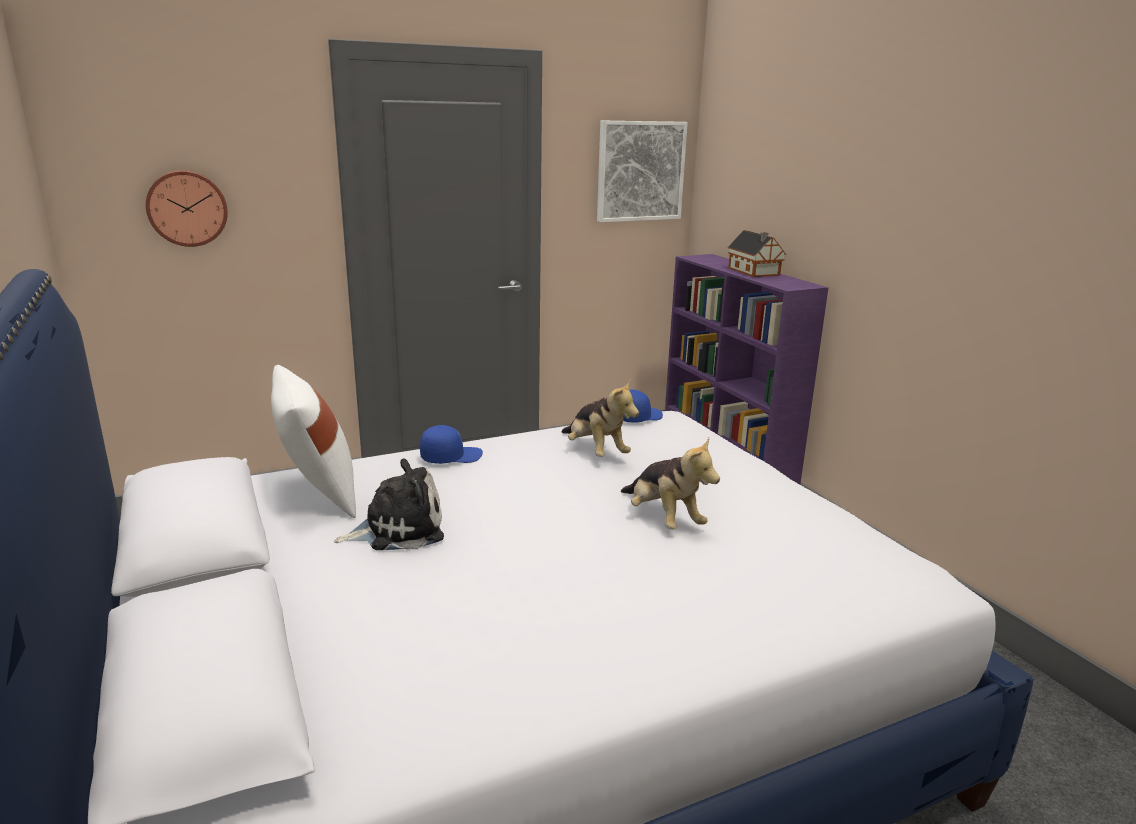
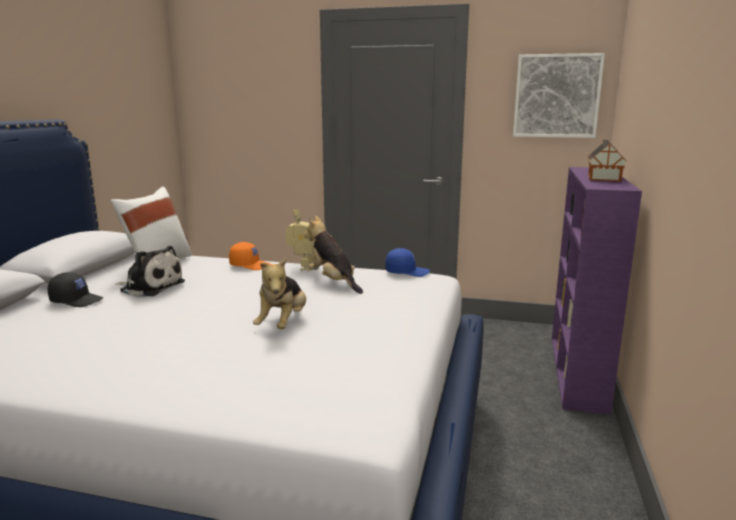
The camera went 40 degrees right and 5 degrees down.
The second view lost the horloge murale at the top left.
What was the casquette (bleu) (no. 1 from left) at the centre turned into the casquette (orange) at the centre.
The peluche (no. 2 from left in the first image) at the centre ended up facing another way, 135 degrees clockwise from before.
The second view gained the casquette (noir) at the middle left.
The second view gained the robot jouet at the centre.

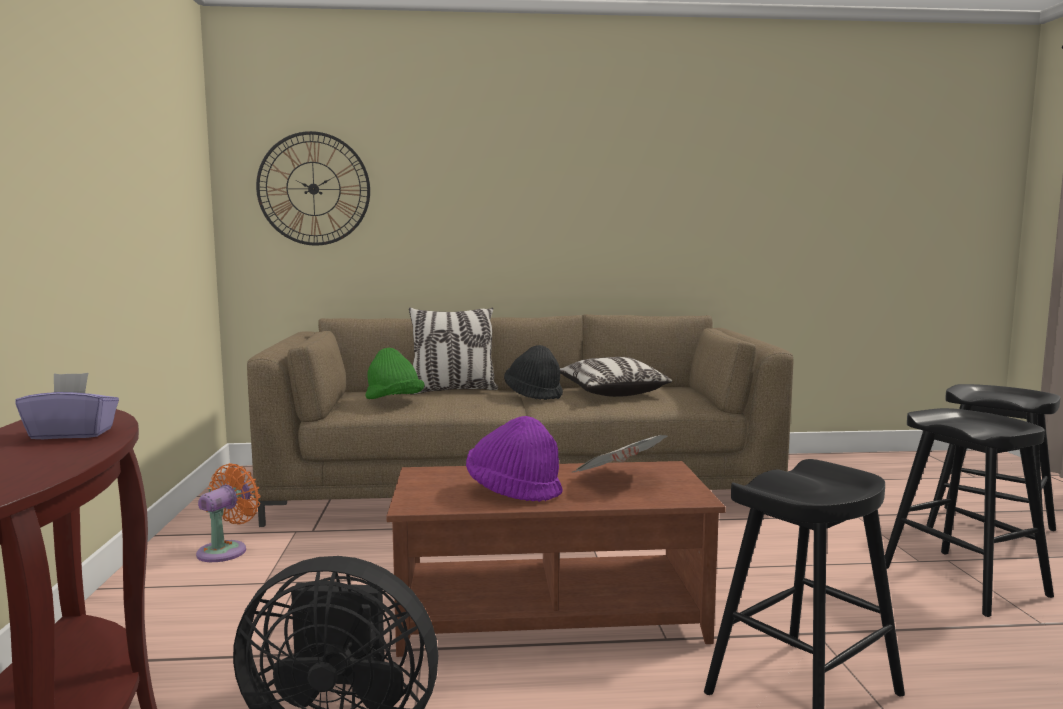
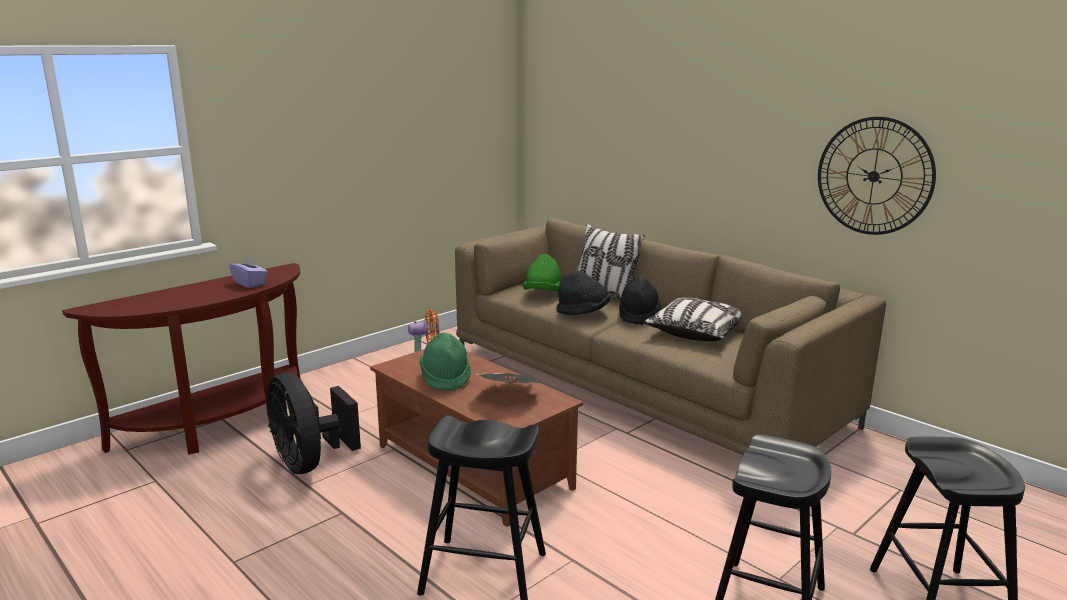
The camera went 50 degrees right and 10 degrees up.
The horloge murale ended up elsewhere, having gone from the top left to the top right.
What was the chapeau (violet) at the centre turned into the chapeau (vert) (no. 1 from left) at the centre.
The second view gained the chapeau (noir) (no. 1 from left) at the centre.

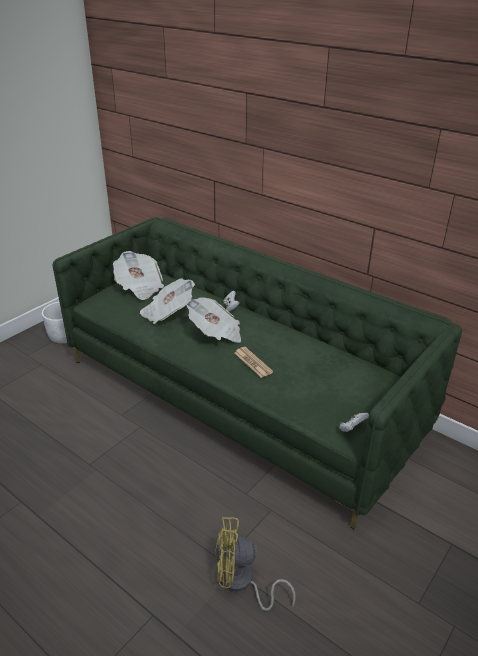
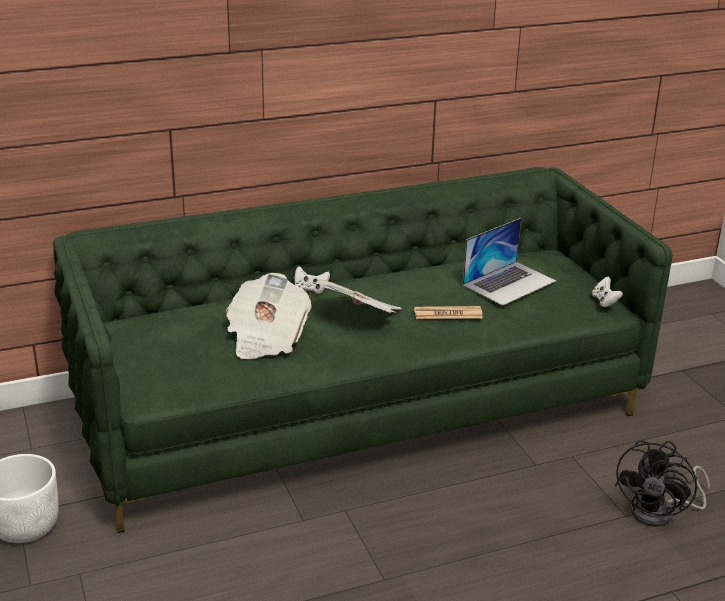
The camera went 60 degrees left and 5 degrees down.
The second view lost the journal (no. 1 from left) at the middle left.
What was the ventilateur (jaune) at the bottom centre turned into the ventilateur (noir) at the bottom right.
The second view gained the ordinateur portable at the middle right.

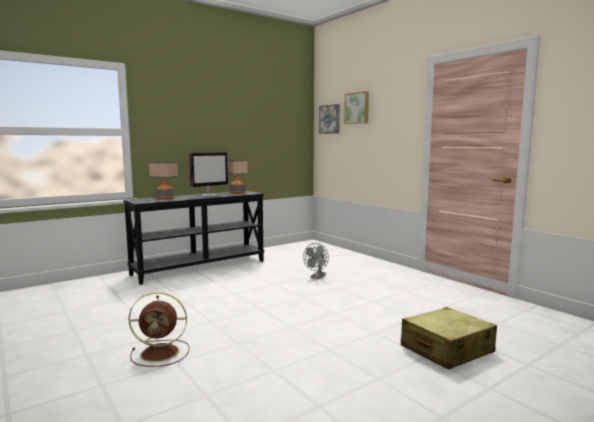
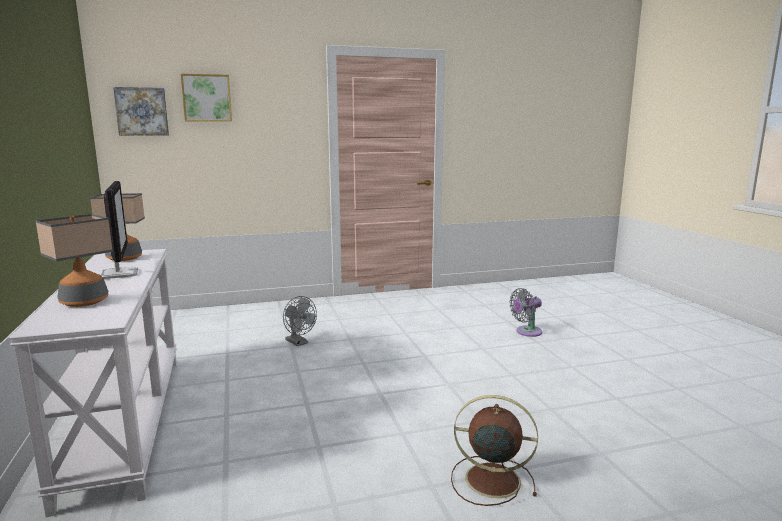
The camera went 70 degrees left and 5 degrees up.
What was the table console (noir) at the middle left turned into the table console (blanc) at the bottom left.
The ventilateur (marron) at the bottom left ended up facing another way, 90 degrees counterclockwise from before.
Where the valise (beige) stood at the bottom right, the ventilateur (gris) (no. 2 from left) came to stand at the middle right.

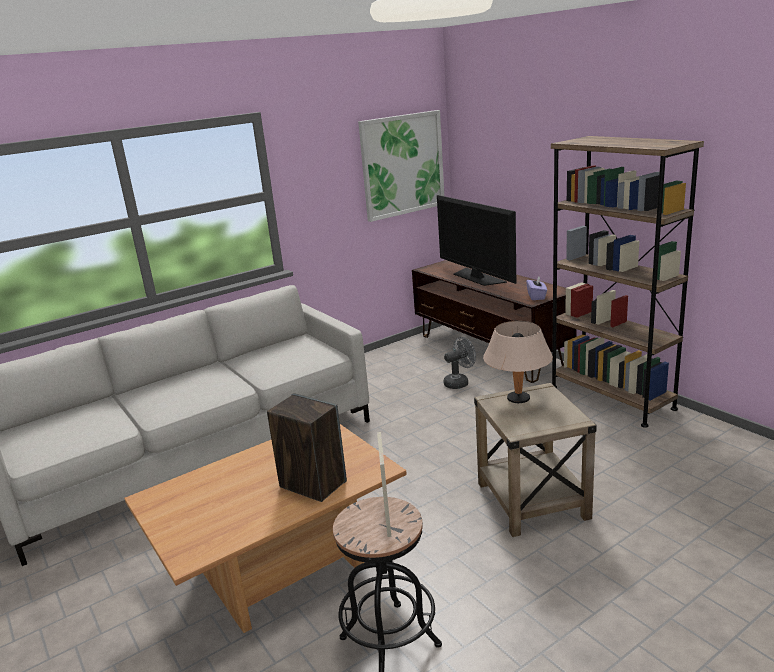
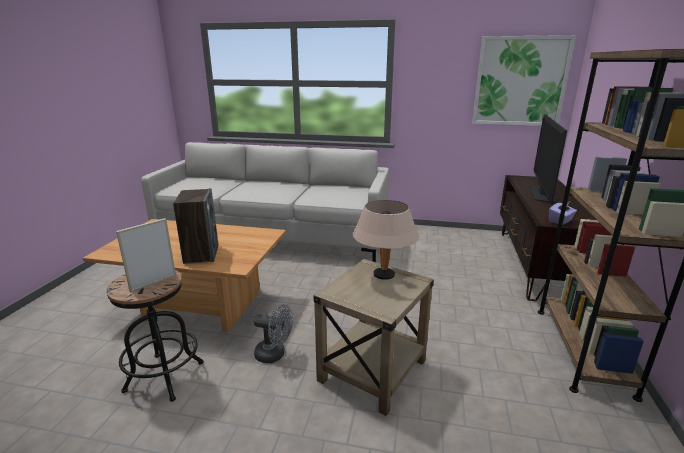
The camera went 45 degrees right and 0 degrees up.
The ventilateur (gris) ended up elsewhere, having gone from the centre to the bottom centre.

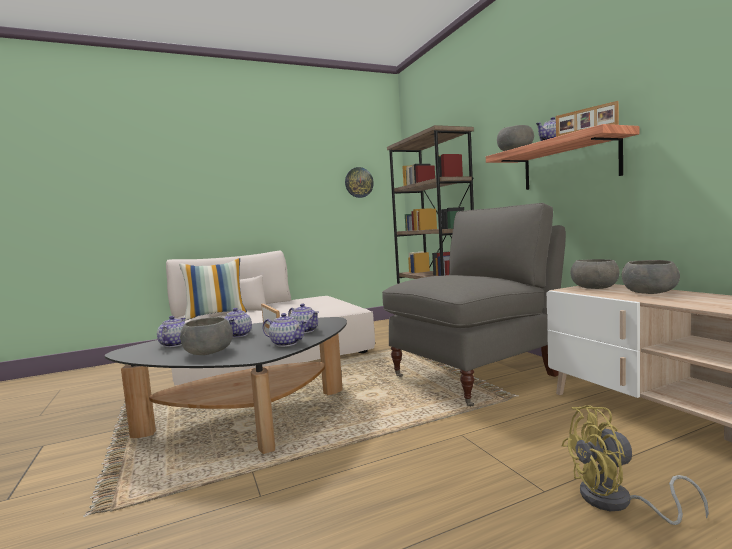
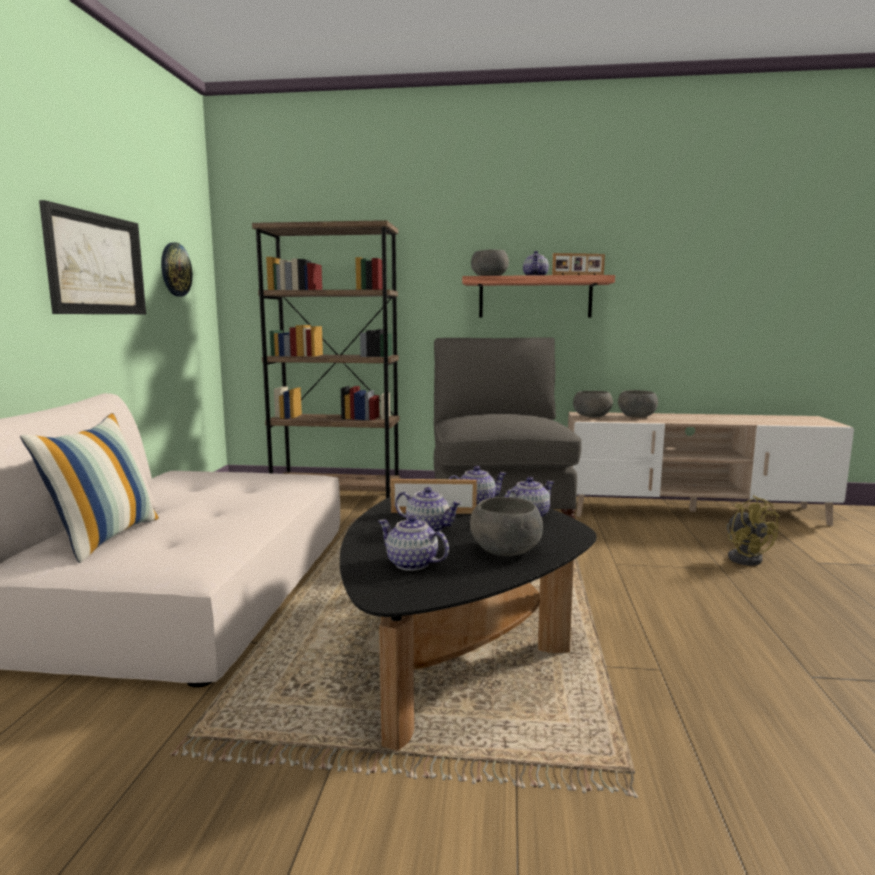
The camera went 60 degrees left and 5 degrees up.
The ventilateur (jaune) at the bottom right ended up facing another way, 45 degrees counterclockwise from before.
The second view gained the tableau at the top left.

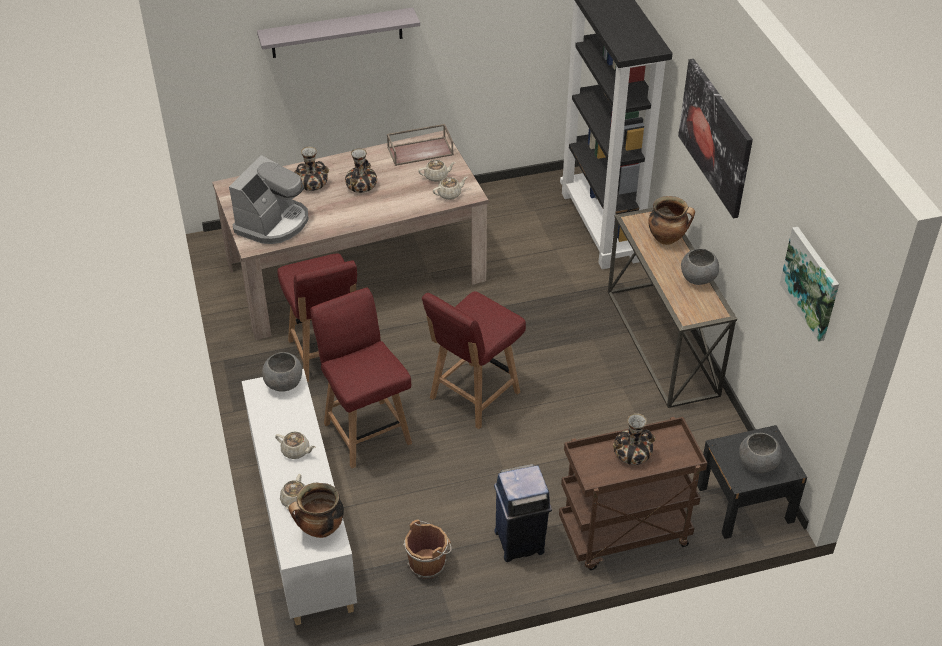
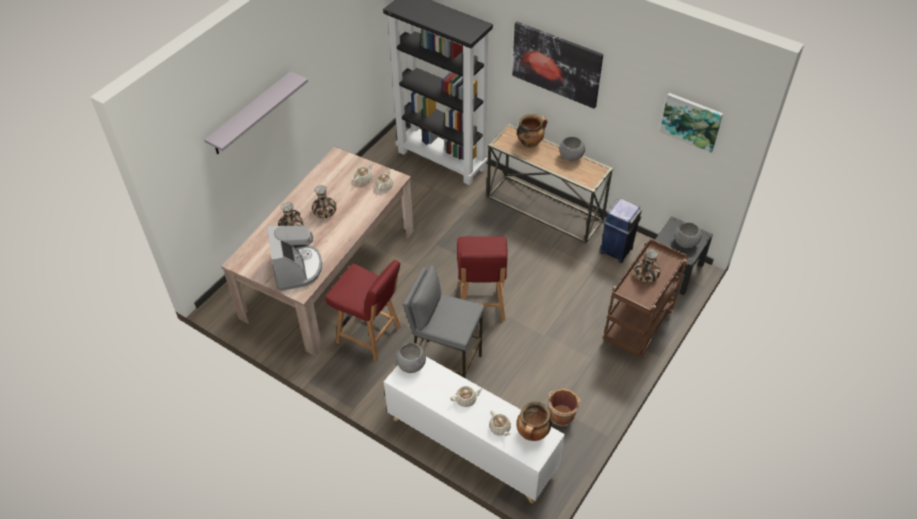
The camera went 40 degrees left and 5 degrees up.
Where the chaise (rouge) (no. 2 from left) stood at the centre, the tabouret (gris) came to stand at the centre.
The second view lost the plateau (marron) at the top centre.
The poubelle (bleu) ended up elsewhere, having gone from the bottom centre to the middle right.

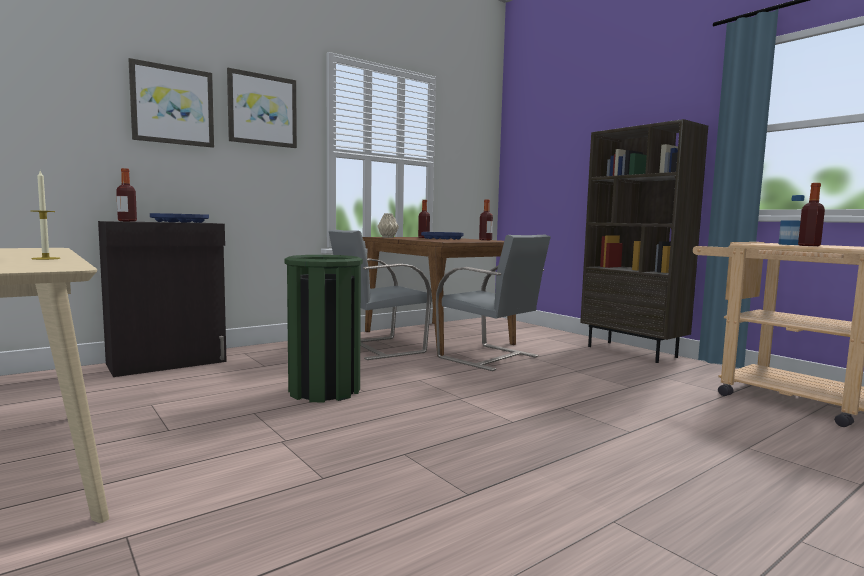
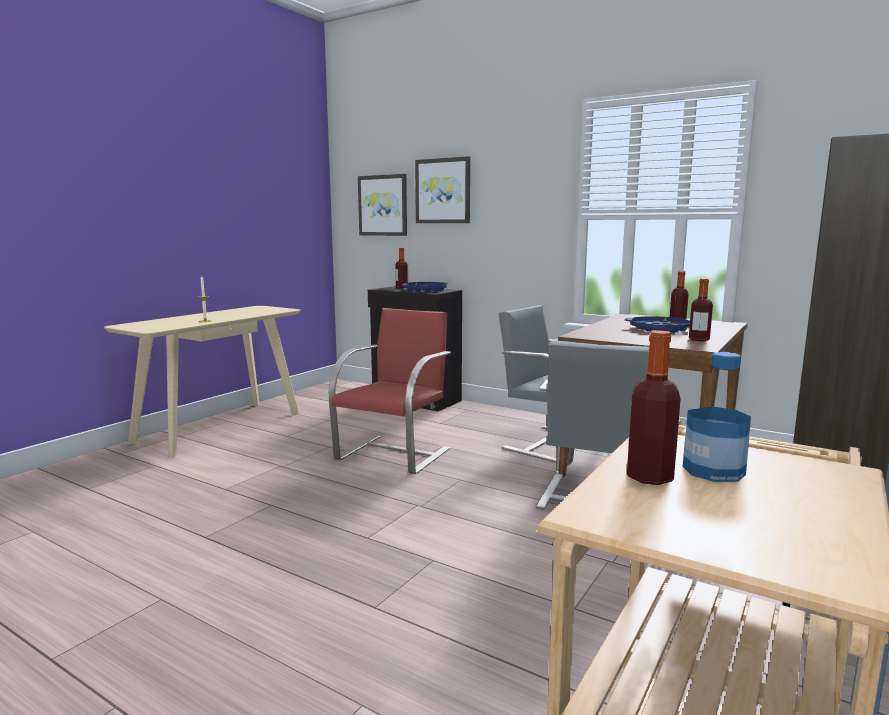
The camera went 70 degrees right and 5 degrees up.
The tableau (no. 2 from left in the first image) ended up elsewhere, having gone from the top left to the top centre.
Where the poubelle (vert) stood at the centre, the chaise (rouge) came to stand at the centre.
The second view lost the vase (beige) at the centre.

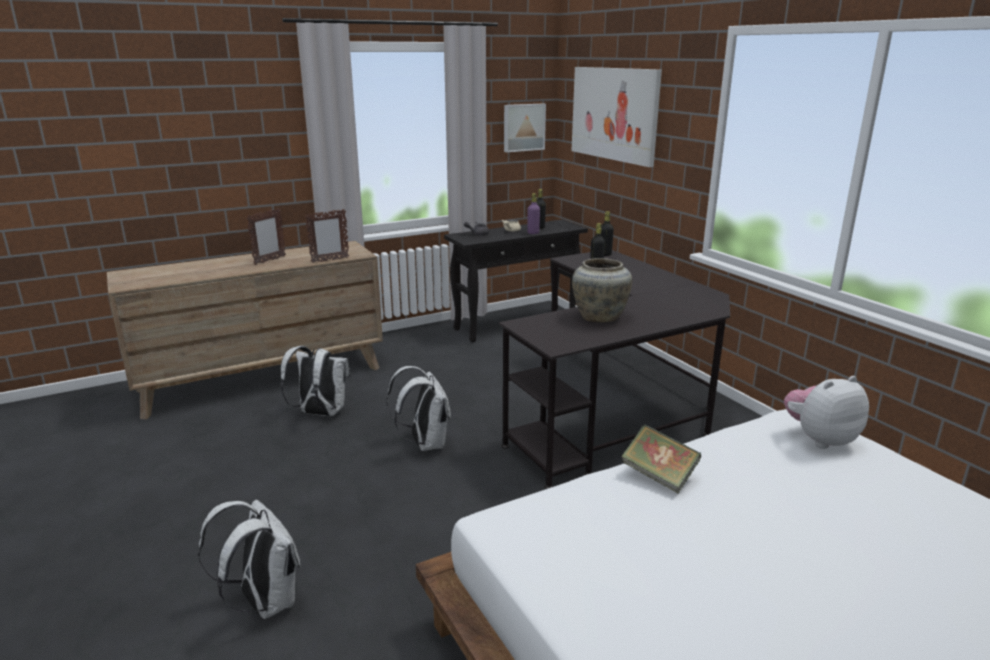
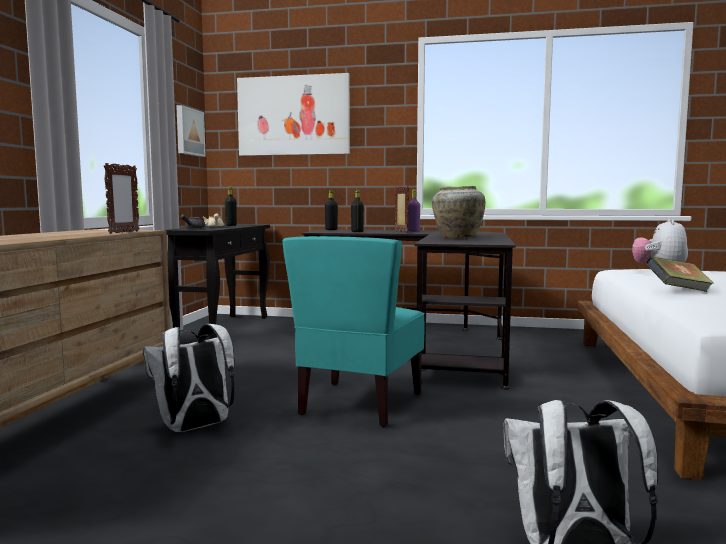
The camera went 50 degrees left and 15 degrees down.
The cadre photo (no. 1 from left in the first image) ended up elsewhere, having gone from the middle left to the centre.
Where the sac à dos (blanc) (no. 3 from left) stood at the centre, the chaise (turquoise) came to stand at the centre.
The bouteille (violet) ended up elsewhere, having gone from the top centre to the centre.

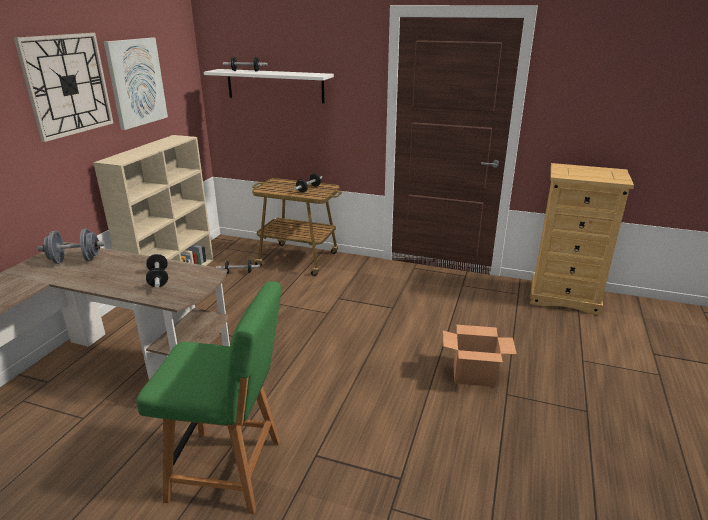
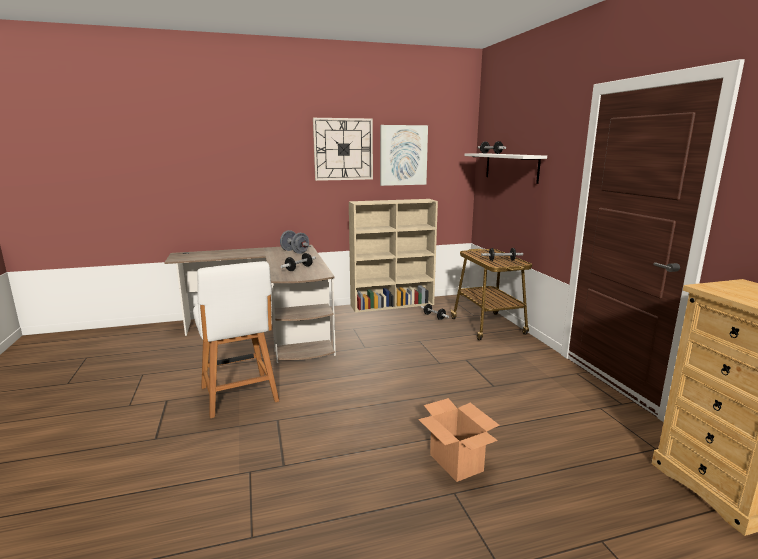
The camera went 55 degrees right and 10 degrees down.
What was the chaise (vert) at the bottom left turned into the chaise (blanc) at the middle left.

